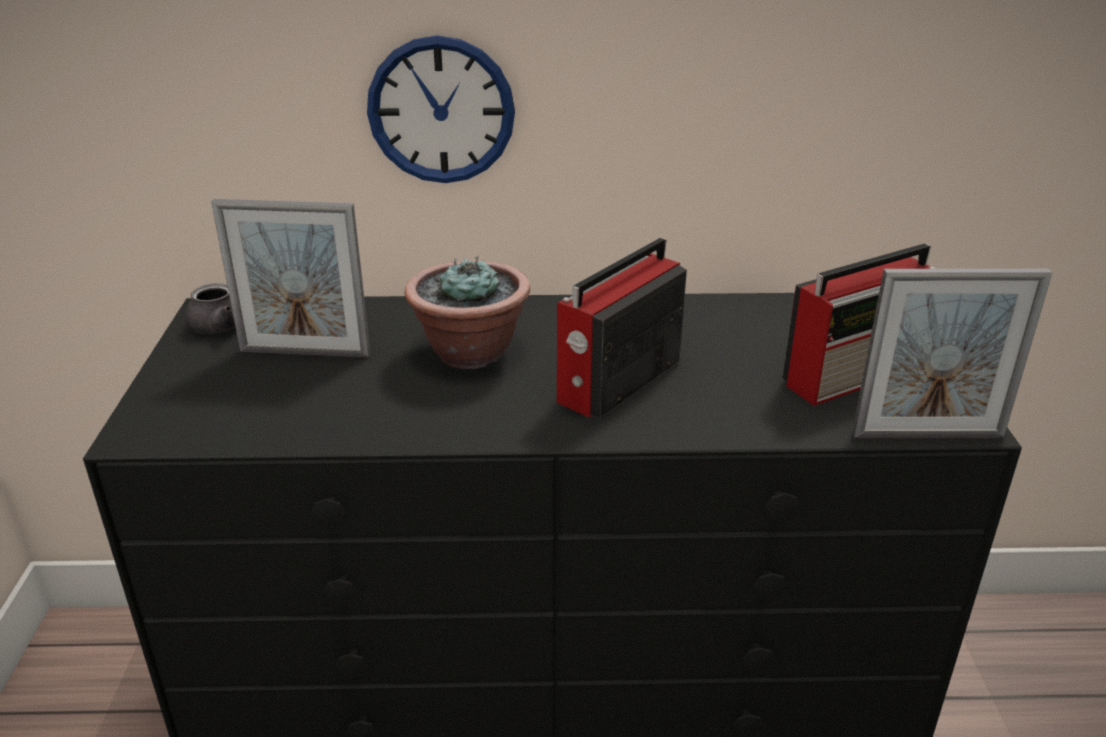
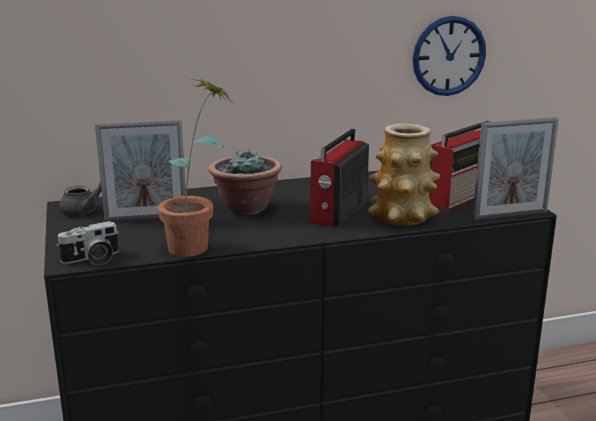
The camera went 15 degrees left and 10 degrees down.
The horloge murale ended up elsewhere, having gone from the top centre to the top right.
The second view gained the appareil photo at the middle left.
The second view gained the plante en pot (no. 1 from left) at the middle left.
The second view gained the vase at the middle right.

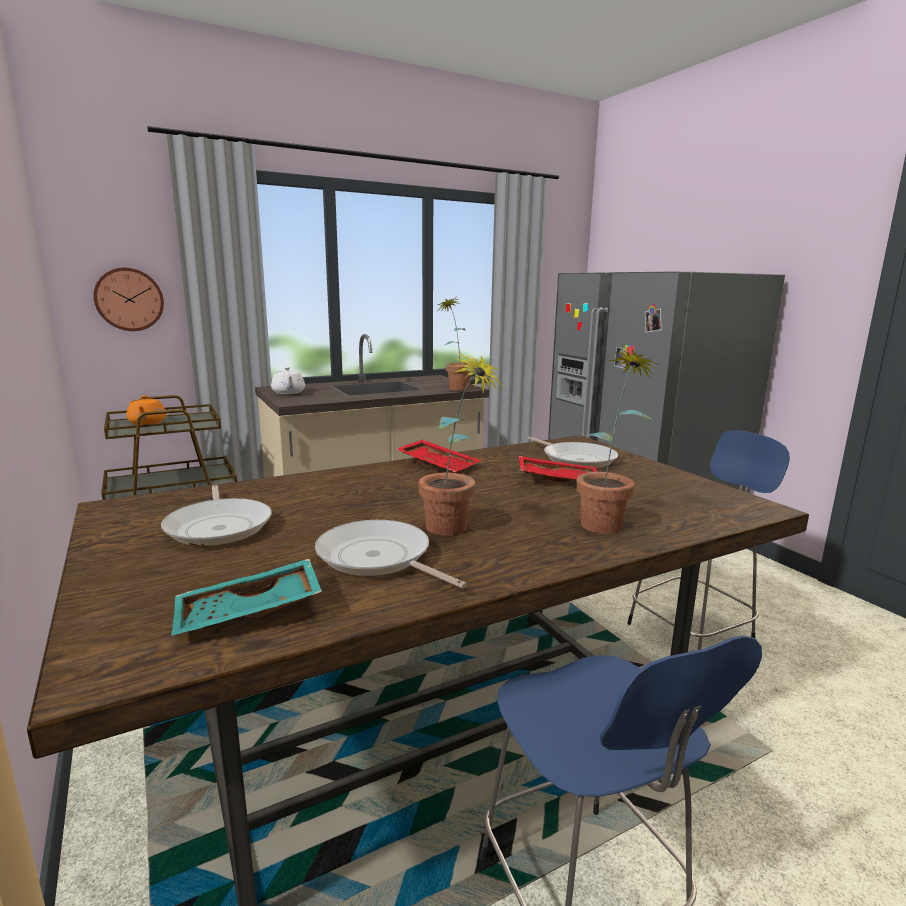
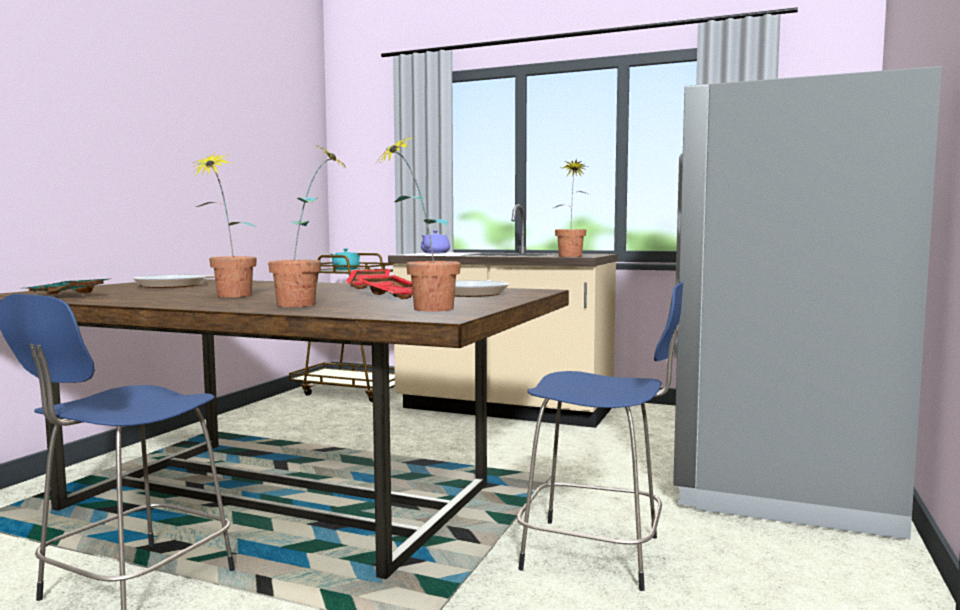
The camera went 50 degrees right and 10 degrees down.
The second view lost the horloge murale at the top left.
What was the théière (orange) at the middle left turned into the théière (turquoise) at the centre.
What was the théière (blanc) at the middle left turned into the théière (violet) at the centre.
The second view lost the poêle (no. 2 from left) at the centre.
The second view gained the plante en pot (no. 3 from left) at the centre.

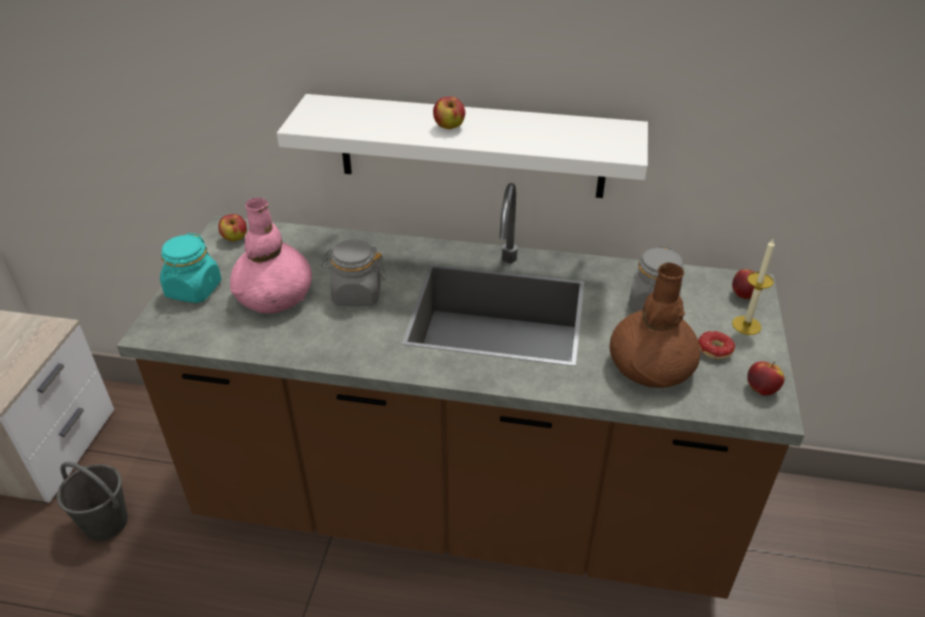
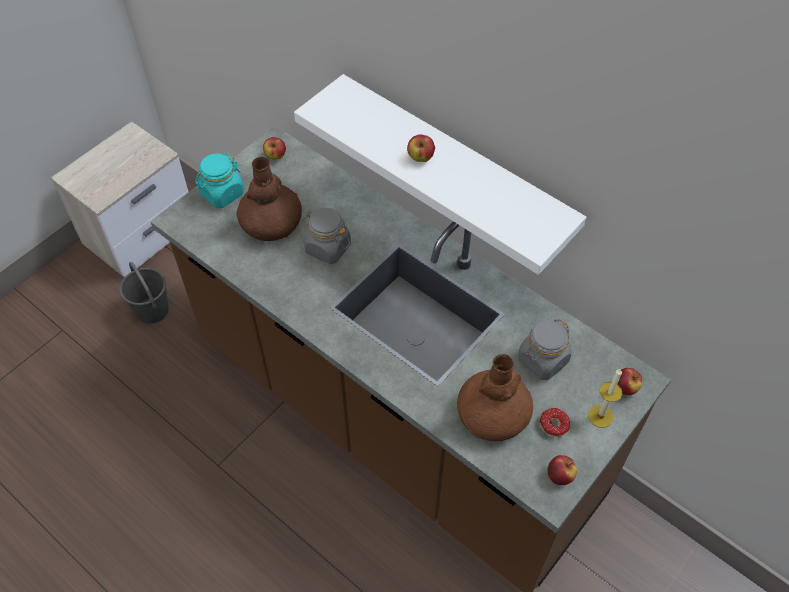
The camera went 30 degrees right and 15 degrees up.
What was the vase (rose) at the middle left turned into the vase (marron) (no. 1 from left) at the centre.

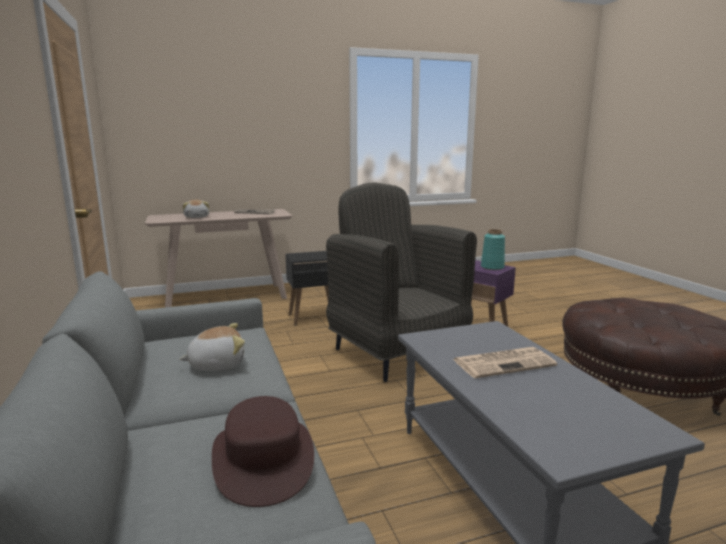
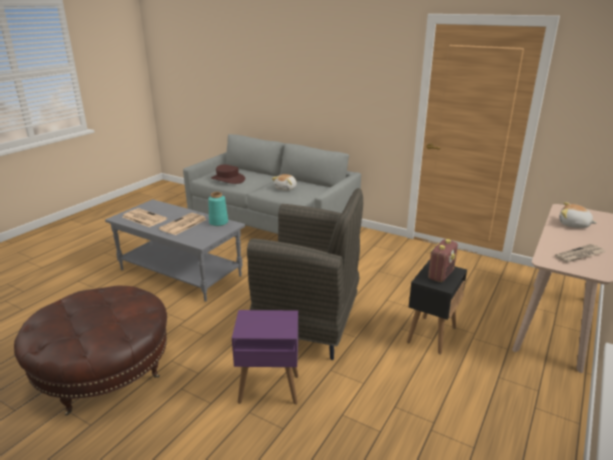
The camera went 140 degrees right and 10 degrees up.
The vase (turquoise) ended up elsewhere, having gone from the middle right to the centre.
The second view gained the journal (no. 1 from left) at the middle left.
The second view gained the radio at the middle right.

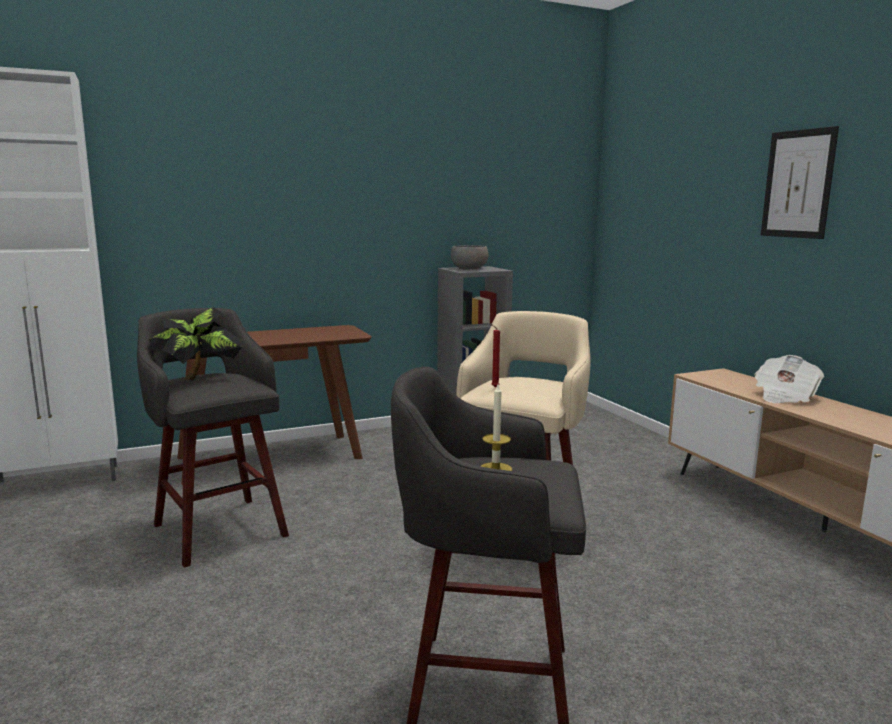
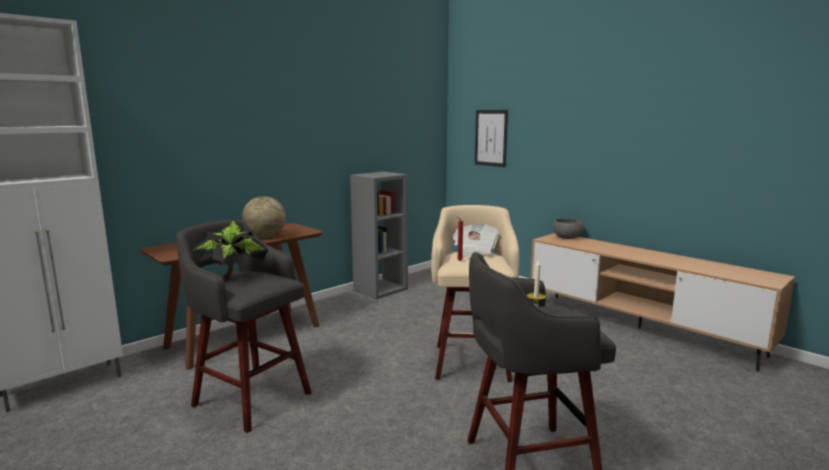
The camera went 20 degrees left and 0 degrees up.
The bol (gris) ended up elsewhere, having gone from the centre to the middle right.
The journal ended up elsewhere, having gone from the middle right to the centre.
The tableau ended up elsewhere, having gone from the top right to the top centre.
The second view gained the globe at the middle left.

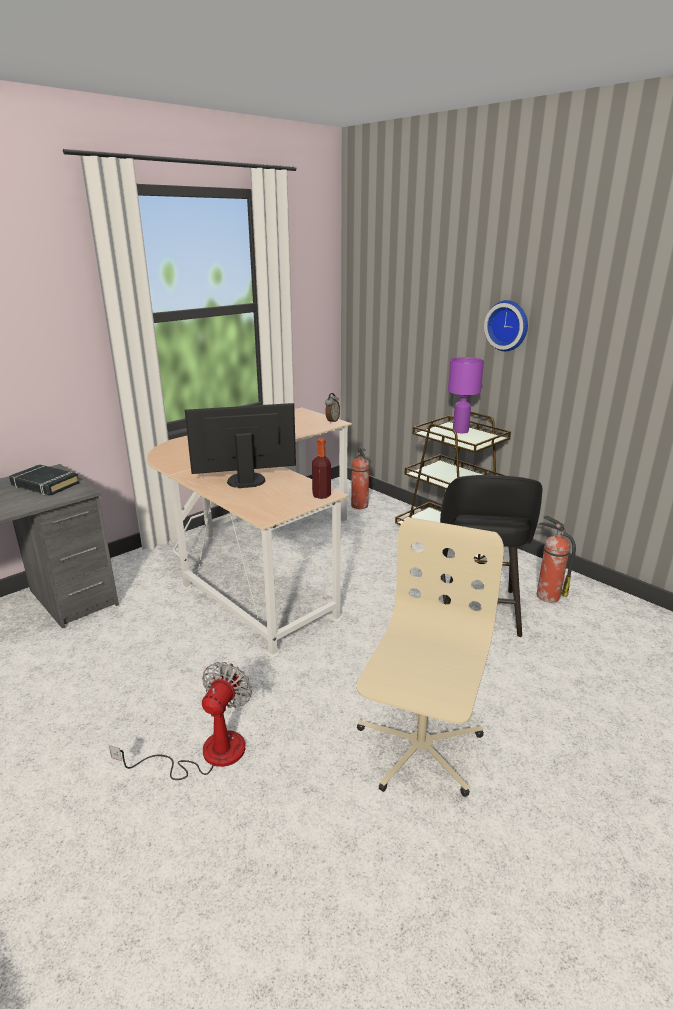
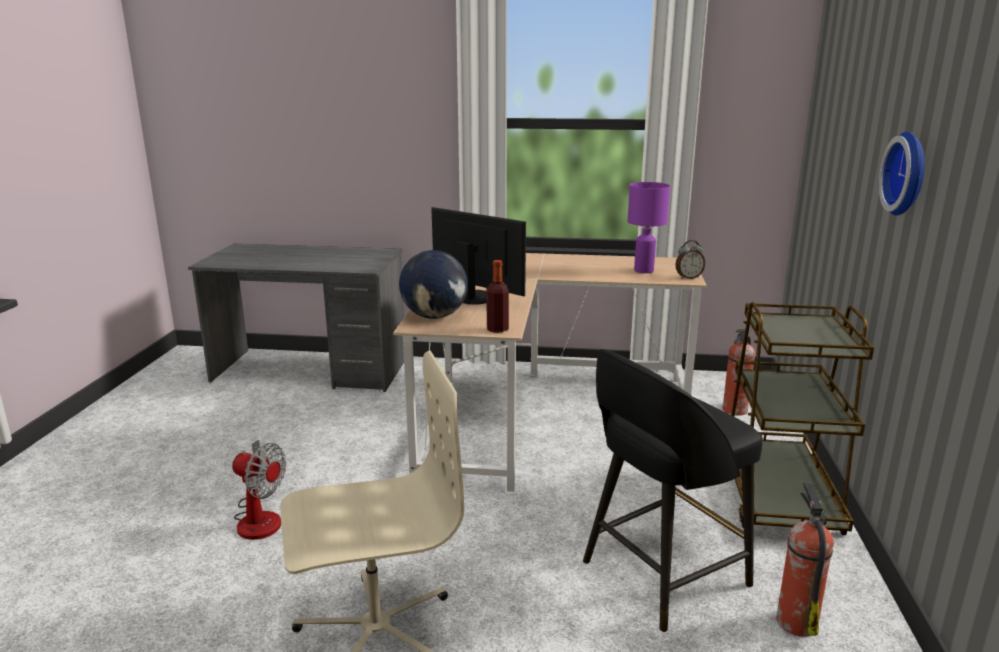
The camera went 50 degrees right and 5 degrees down.
The second view lost the livre (noir) at the middle left.
The ventilateur at the bottom left ended up facing another way, 45 degrees clockwise from before.
The lampe de table (violet) ended up elsewhere, having gone from the middle right to the centre.
The second view gained the globe at the centre.

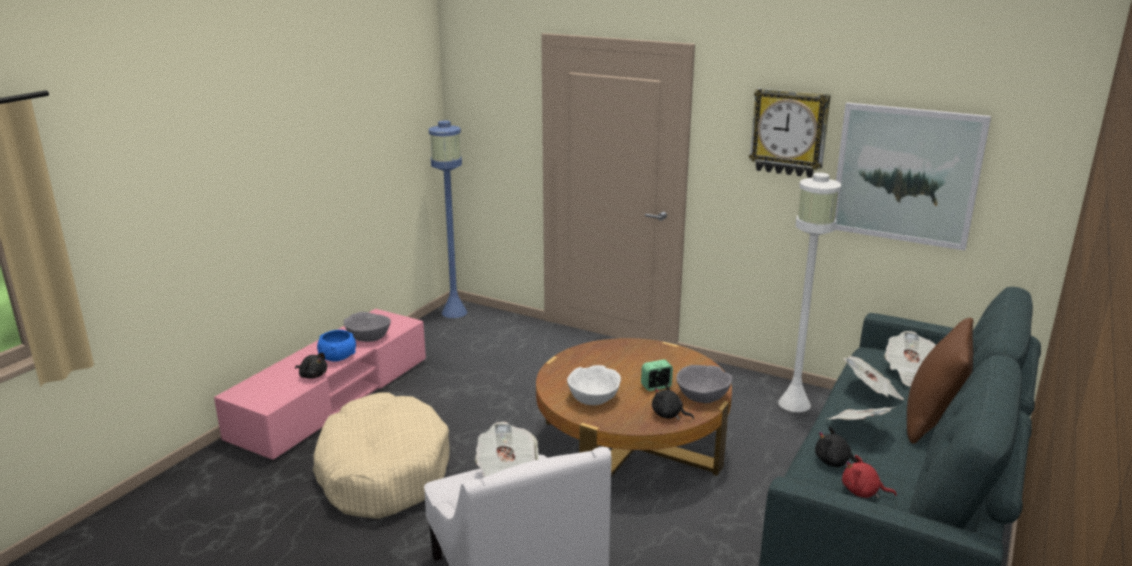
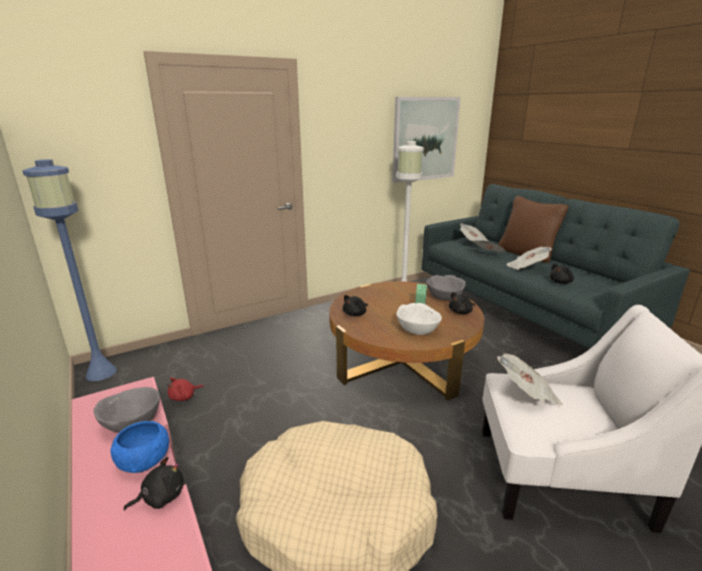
The camera went 60 degrees left and 0 degrees up.
The second view lost the horloge murale at the top right.
The peluche (rouge) ended up elsewhere, having gone from the bottom right to the bottom left.
The second view gained the peluche (noir) (no. 2 from left) at the centre.

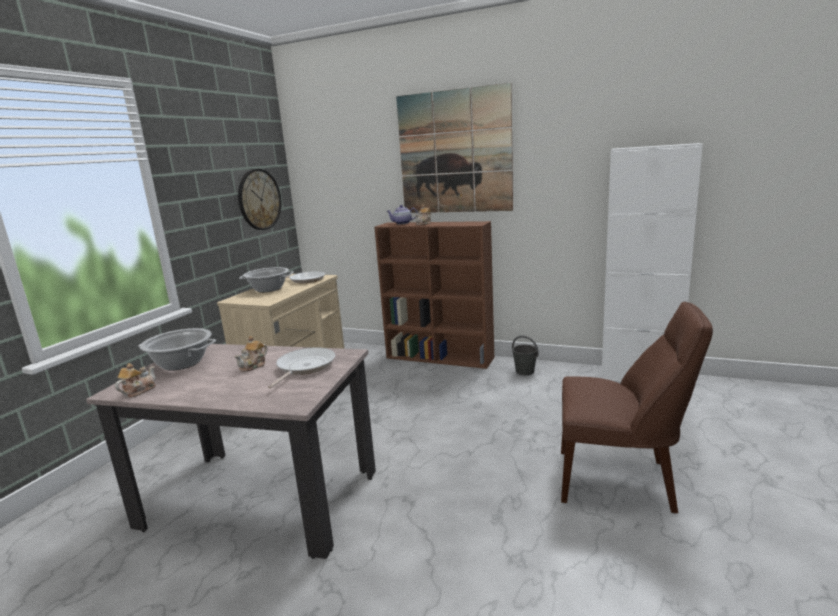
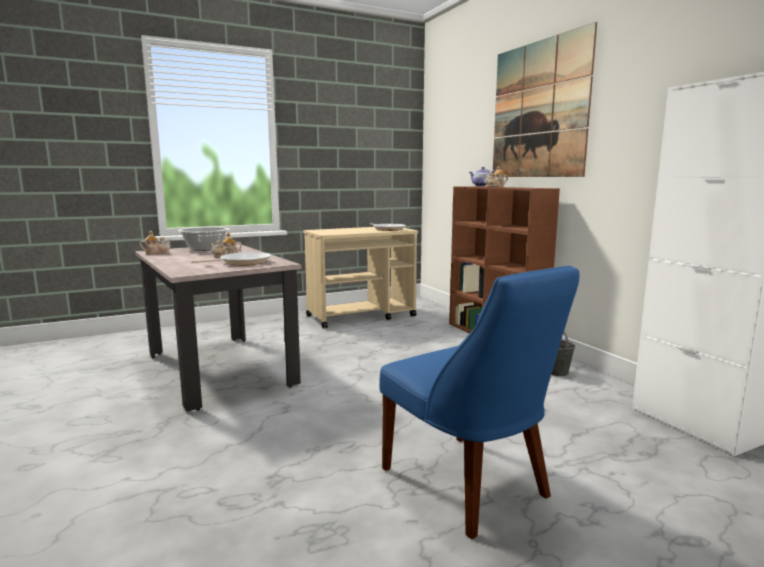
The camera went 40 degrees right and 5 degrees down.
The second view lost the horloge murale at the top left.
The second view lost the marmite (no. 2 from left) at the middle left.
What was the chaise (marron) at the middle right turned into the chaise (bleu) at the bottom centre.

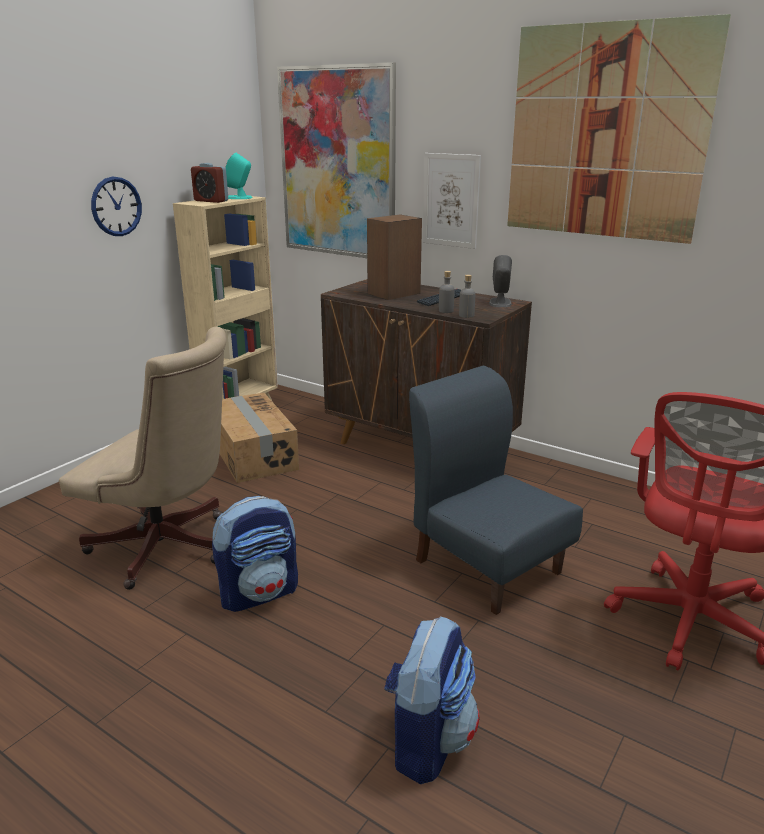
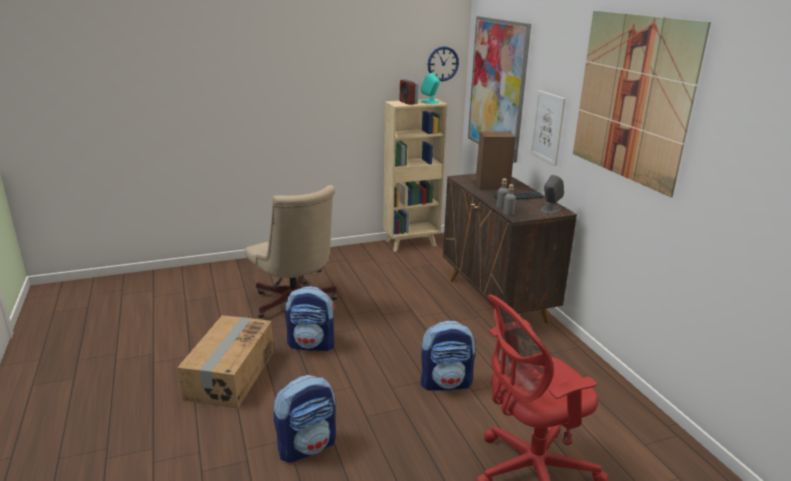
The camera went 35 degrees right and 0 degrees up.
The horloge murale ended up elsewhere, having gone from the top left to the top centre.
The carton ended up elsewhere, having gone from the centre to the bottom left.
Where the chaise (bleu) stood at the centre, the sac à dos (no. 3 from left) came to stand at the bottom centre.

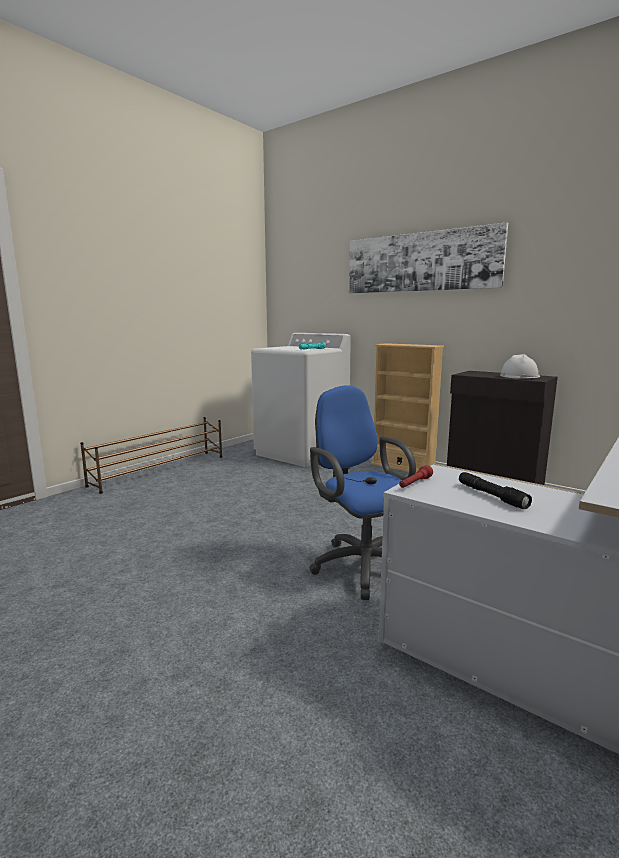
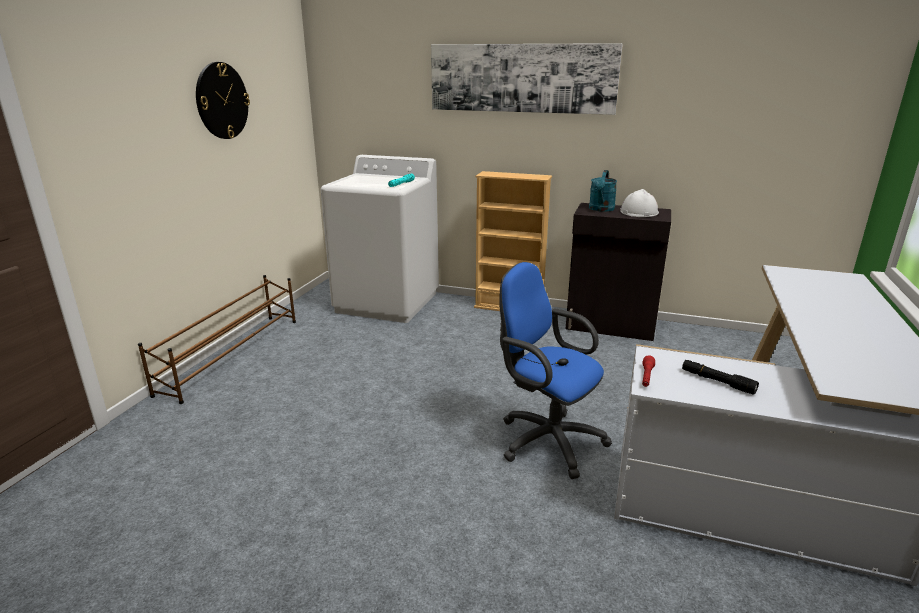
The camera went 20 degrees left and 10 degrees up.
The second view gained the horloge murale at the top left.
The second view gained the arrosoir (turquoise) at the top centre.

